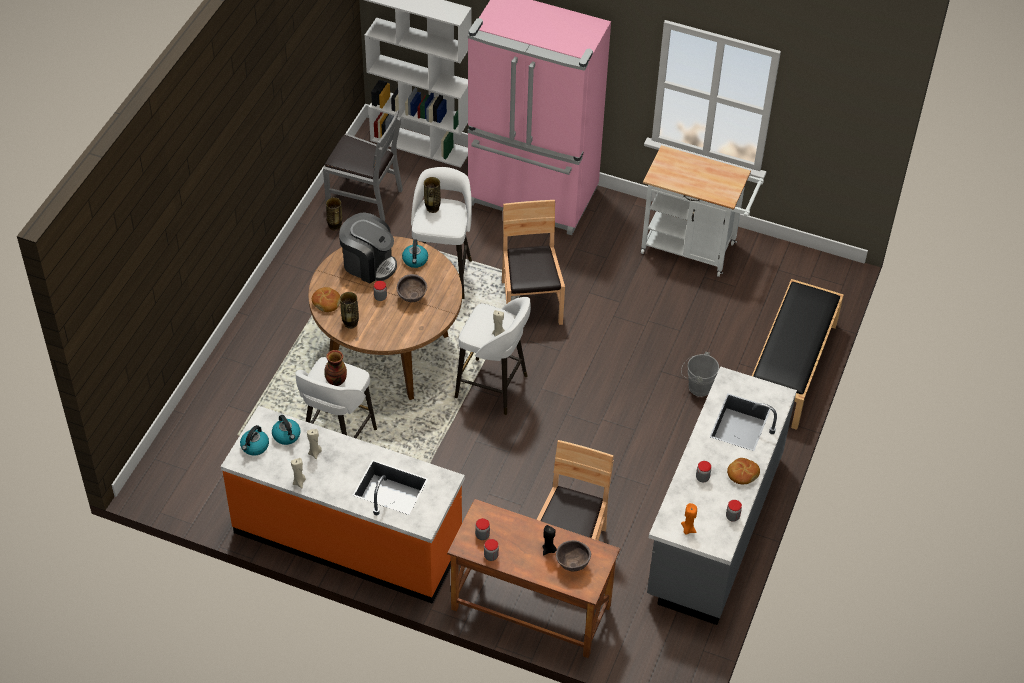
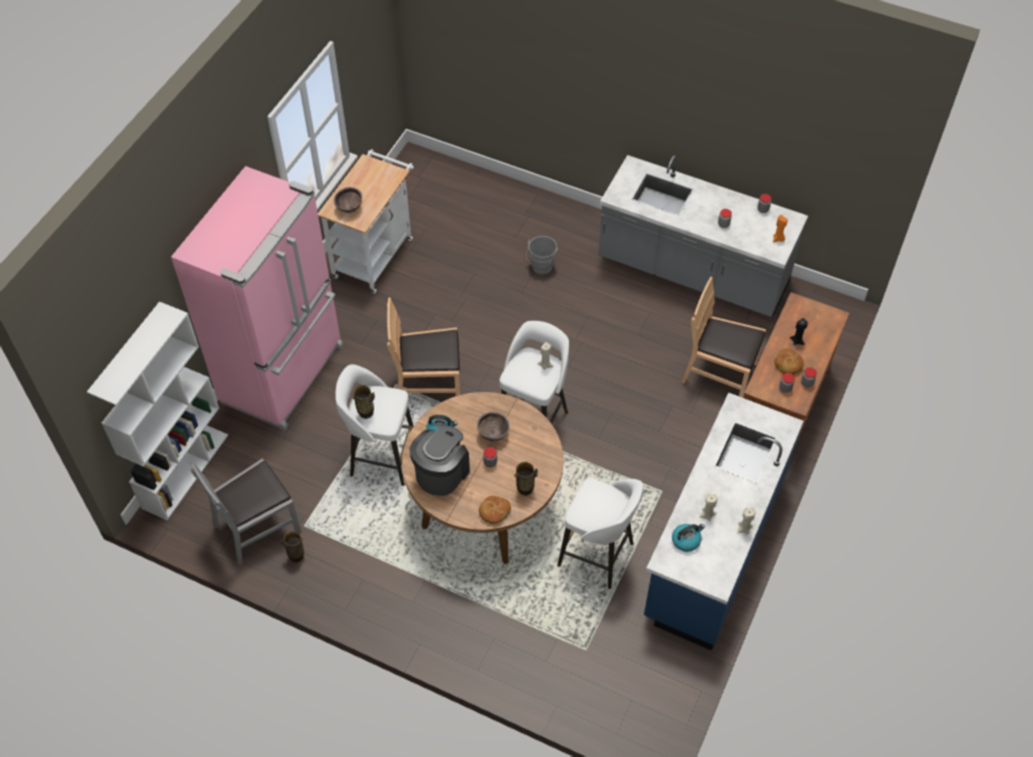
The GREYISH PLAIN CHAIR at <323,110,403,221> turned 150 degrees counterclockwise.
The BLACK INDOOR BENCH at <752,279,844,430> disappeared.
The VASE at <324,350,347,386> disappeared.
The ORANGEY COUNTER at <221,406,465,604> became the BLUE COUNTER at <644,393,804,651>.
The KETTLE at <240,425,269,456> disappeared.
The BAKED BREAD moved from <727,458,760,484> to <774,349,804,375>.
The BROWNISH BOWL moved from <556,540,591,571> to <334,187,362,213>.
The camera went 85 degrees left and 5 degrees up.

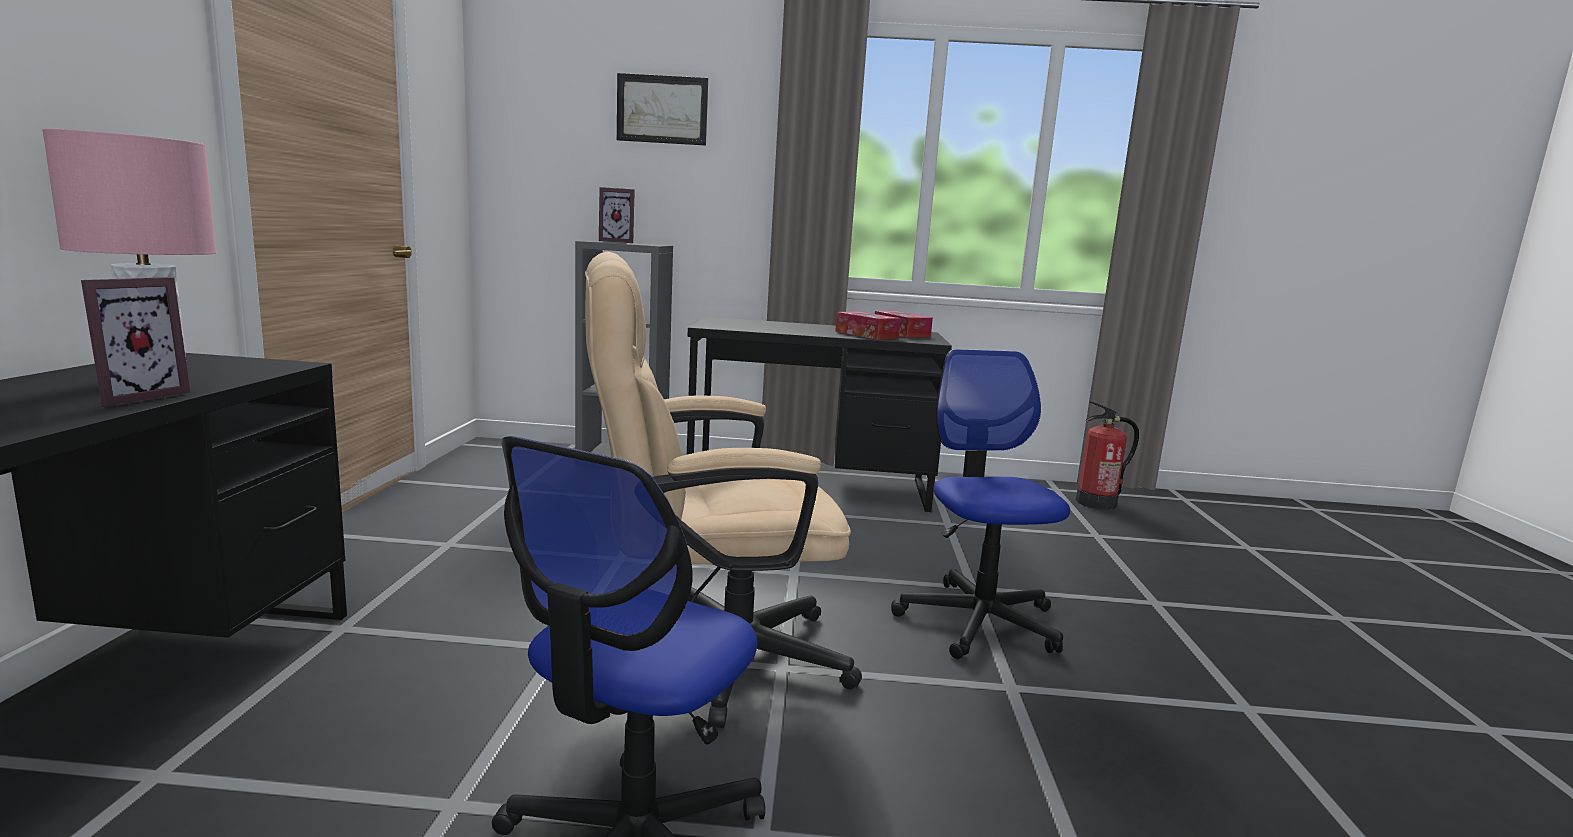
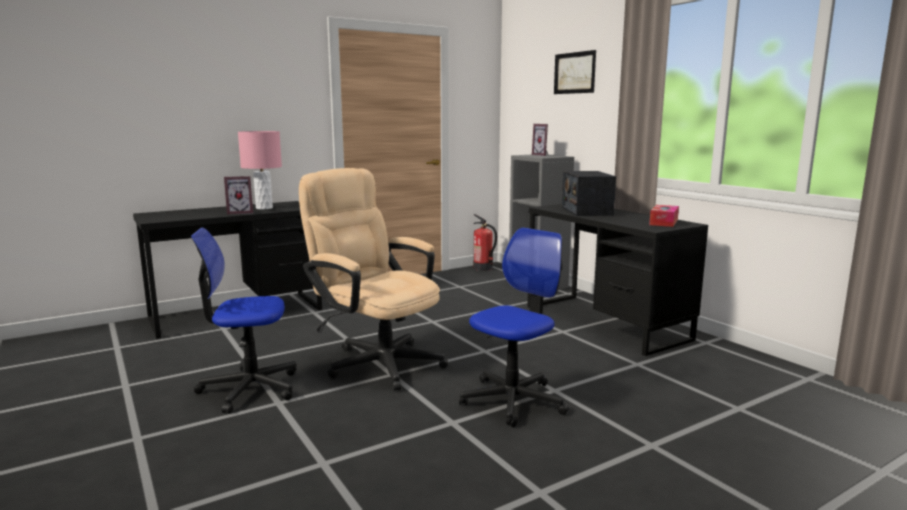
The TISSUE BOX at <835,311,901,340> disappeared.
The FIRE EXTINGUISHER moved from <1076,401,1139,510> to <473,214,497,271>.
The RADIO RECEIVER at <562,171,616,216> appeared.
The camera went 55 degrees right and 0 degrees up.

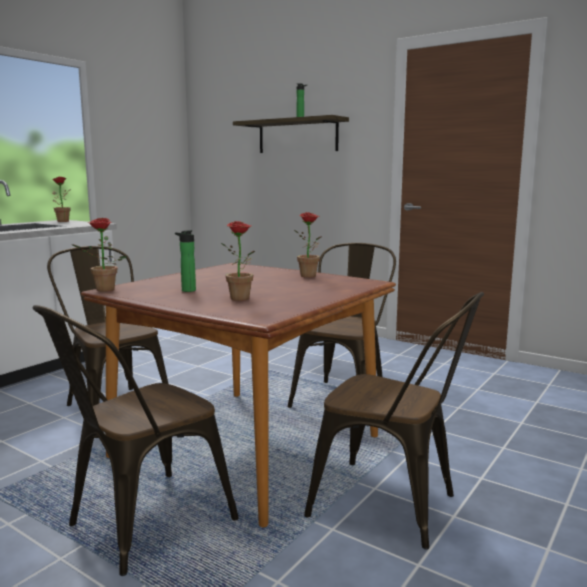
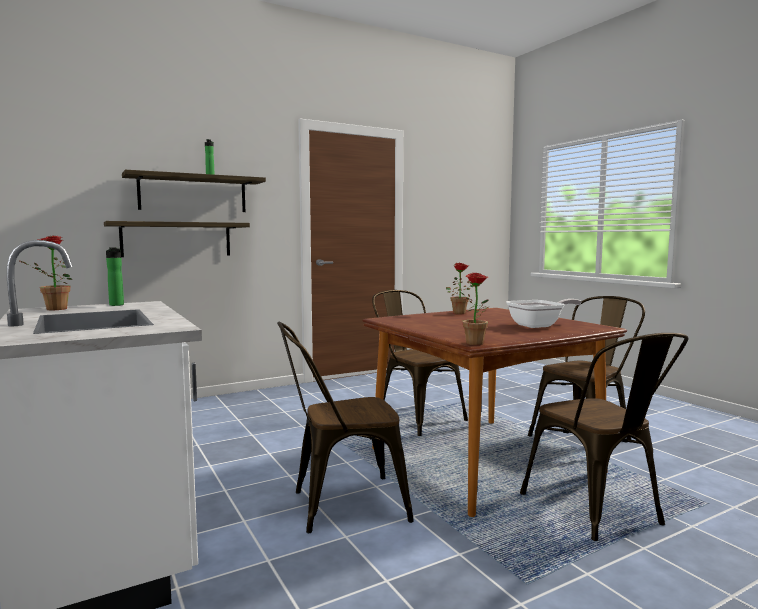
The POTTED PLANT at <221,221,255,301> was replaced by the PAN at <506,299,581,328>.
The DRINK BOTTLE moved from <175,230,196,292> to <106,247,124,306>.
The SHELF at <104,221,250,257> appeared.
The camera went 65 degrees left and 5 degrees down.

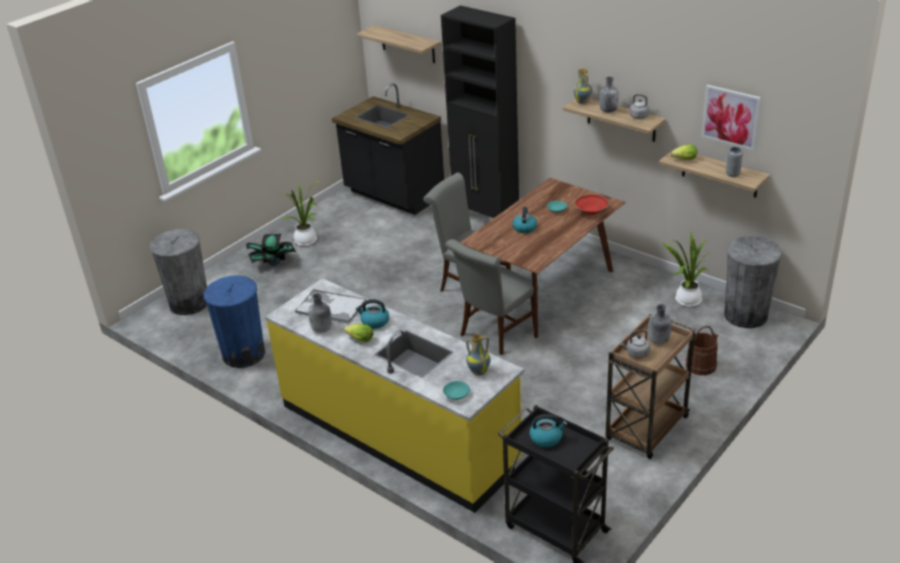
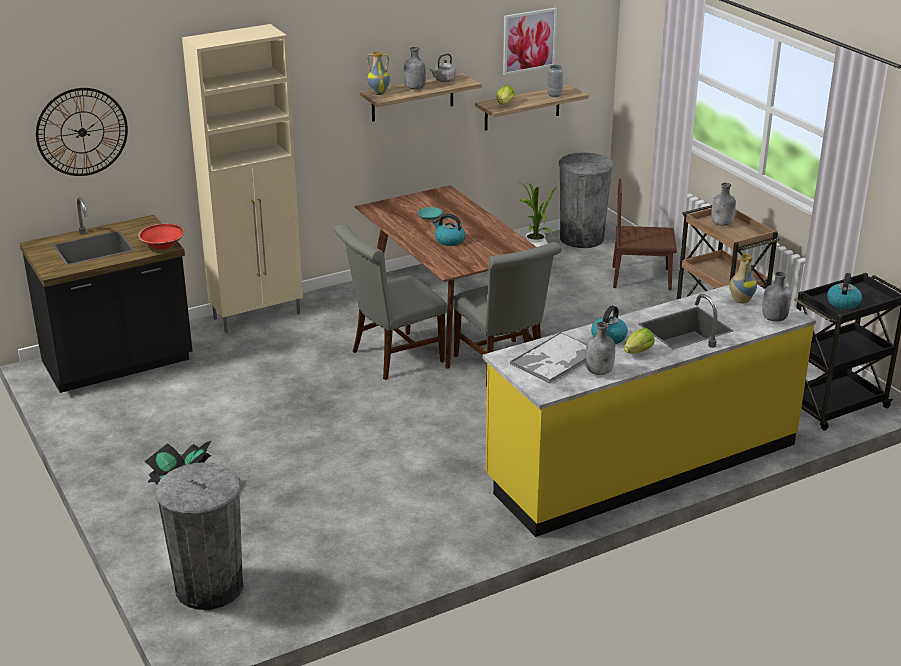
The BLACK CABINET at <441,5,519,218> became the BEIGE-COLOURED CABINET at <182,24,303,333>.
The SHELF at <356,25,441,63> was replaced by the WALL CLOCK at <36,88,128,176>.
The POTTED PLANT at <283,181,320,246> disappeared.
The RED BOWL moved from <574,194,609,215> to <138,223,185,250>.
The BLUE RUBBISH BIN at <203,275,265,368> disappeared.
The BROWNISH PAIL at <686,326,719,375> was replaced by the BROWNISH PLAIN CHAIR at <612,178,677,290>.
The GREYISH KETTLE at <621,330,650,358> disappeared.
The BLUE-GREEN BOWL at <443,381,470,400> was replaced by the GREYISH DRINK BOTTLE at <762,272,791,322>.
The camera went 70 degrees left and 5 degrees down.

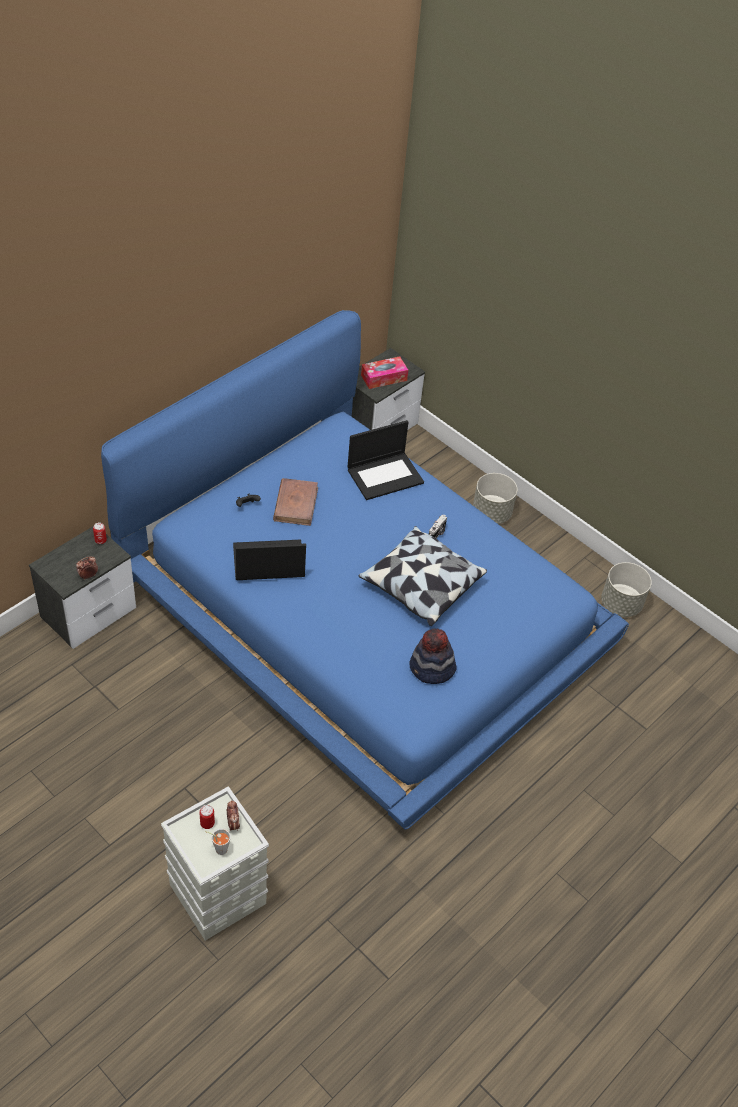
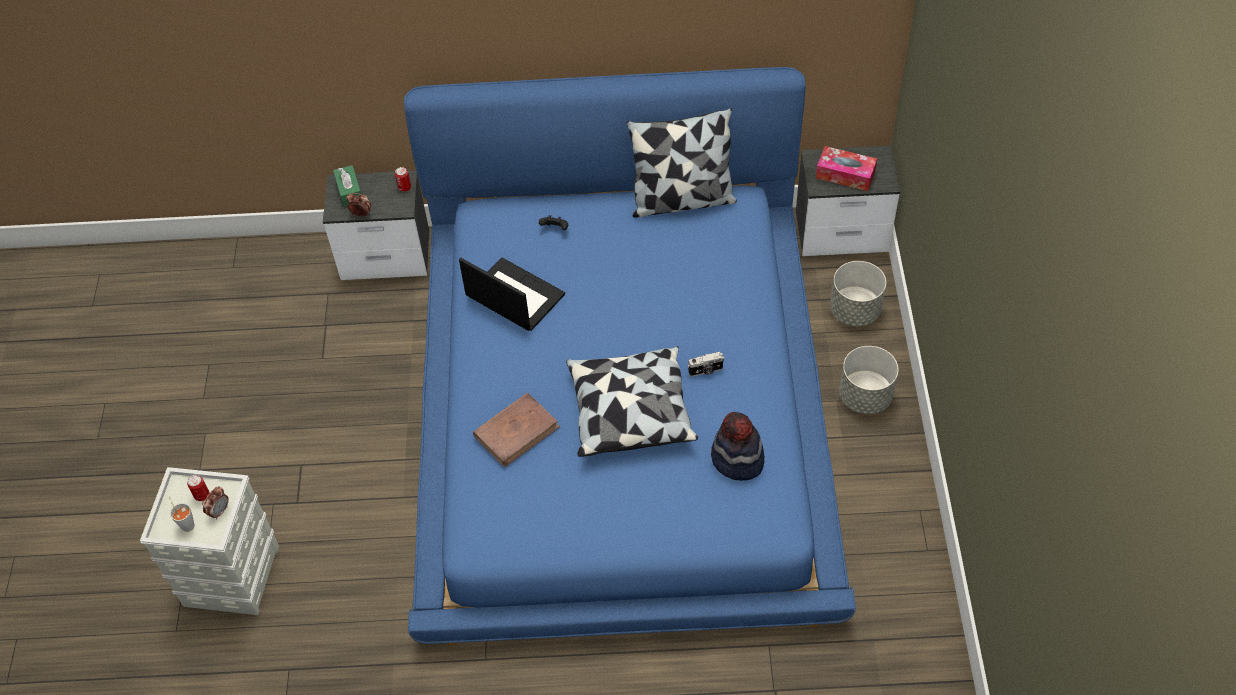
The PORTABLE COMPUTER at <348,420,424,500> disappeared.
The BROWNISH VOLUME moved from <273,478,318,526> to <473,393,560,468>.
The GREYISH PLANTER moved from <601,562,652,617> to <830,261,886,327>.
The WEARABLE HAT moved from <409,628,457,684> to <711,412,764,481>.
The PILLOW at <626,108,737,218> appeared.
The GREENISH TISSUE BOX at <333,165,361,207> appeared.
The camera went 50 degrees right and 5 degrees up.

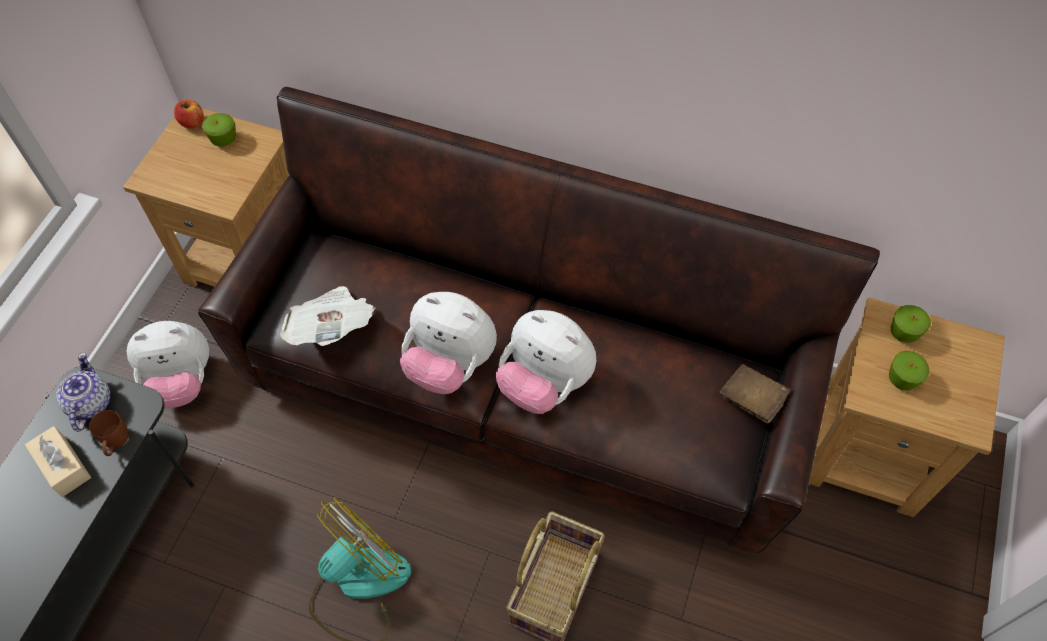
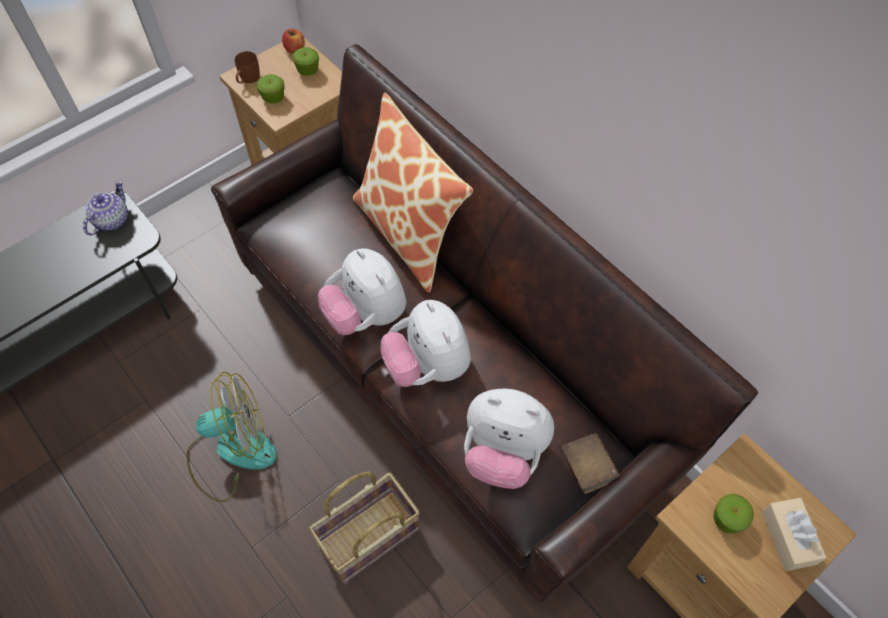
The DAILY PAPER at <280,286,376,346> disappeared.
The APPLE FRUIT moved from <891,305,931,343> to <257,74,285,103>.
The CUDDLY TOY moved from <127,321,209,408> to <464,389,554,489>.
The BROWNISH MUG moved from <89,410,129,456> to <235,51,260,83>.
The BEIGE-COLOURED TISSUE BOX moved from <25,426,91,497> to <762,498,826,571>.
The PILLOW at <353,93,473,293> appeared.
The camera went 30 degrees right and 0 degrees up.

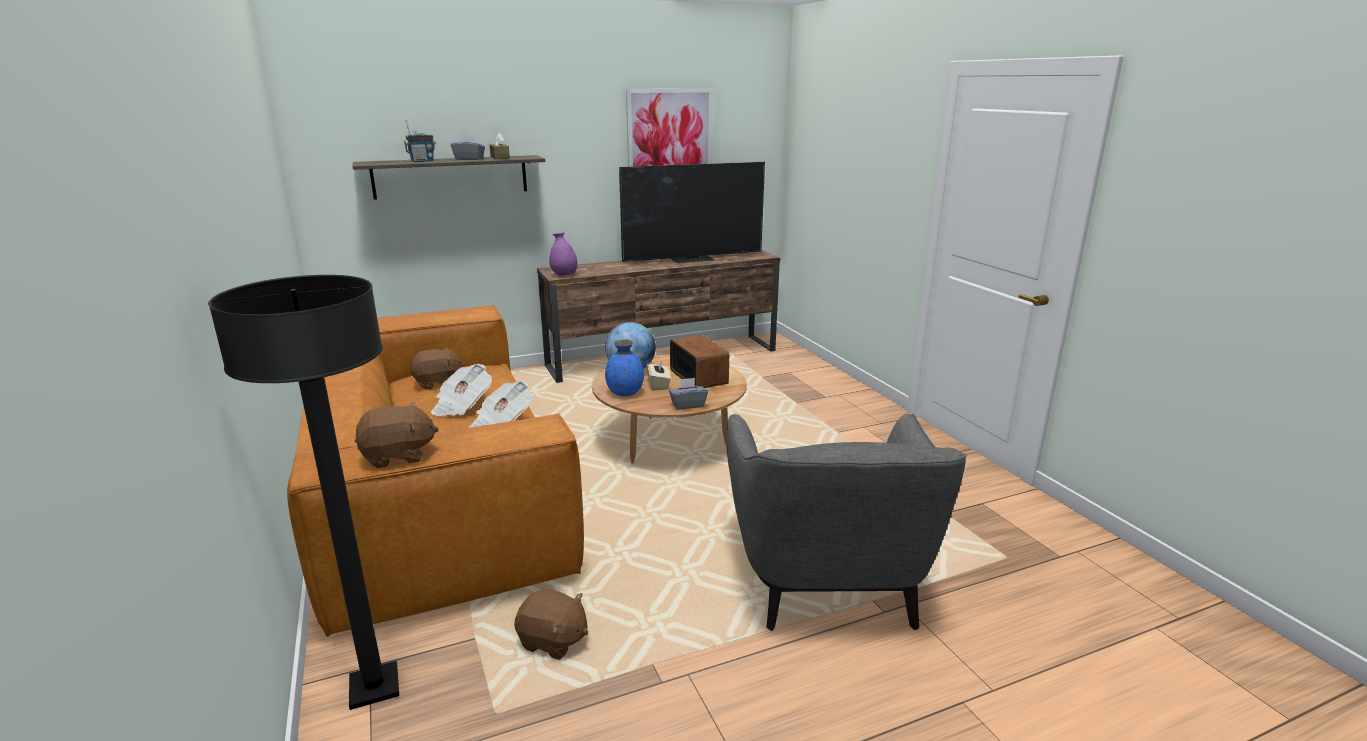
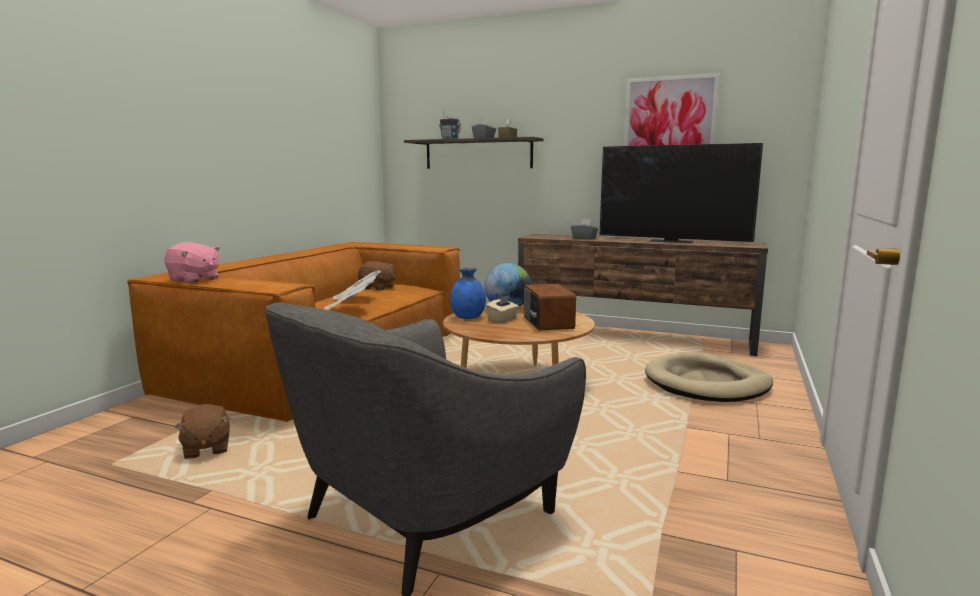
The PURPLE VASE at <549,232,577,276> disappeared.
The BLACK STANDING LAMP at <208,275,399,710> disappeared.
The RADIO RECEIVER at <670,335,729,388> turned 150 degrees clockwise.
The GREYISH TISSUE BOX moved from <669,378,708,410> to <571,219,598,239>.
The BROWNISH CUDDLY TOY at <355,402,439,468> became the PINKISH CUDDLY TOY at <164,242,220,283>.
The BEIGE-COLOURED DOG CUSHION at <645,352,773,402> appeared.
The camera went 45 degrees right and 10 degrees down.

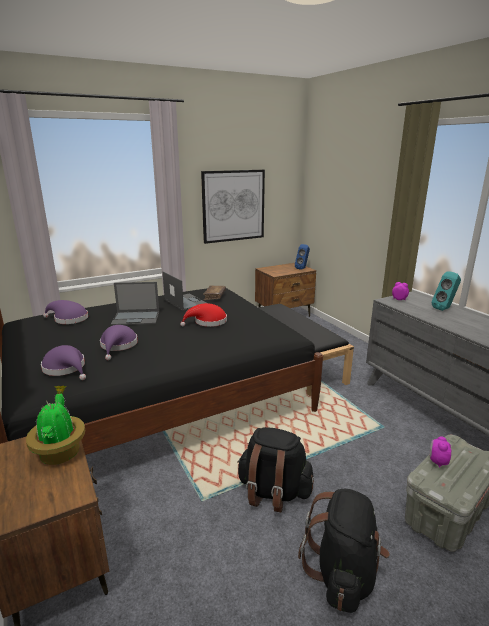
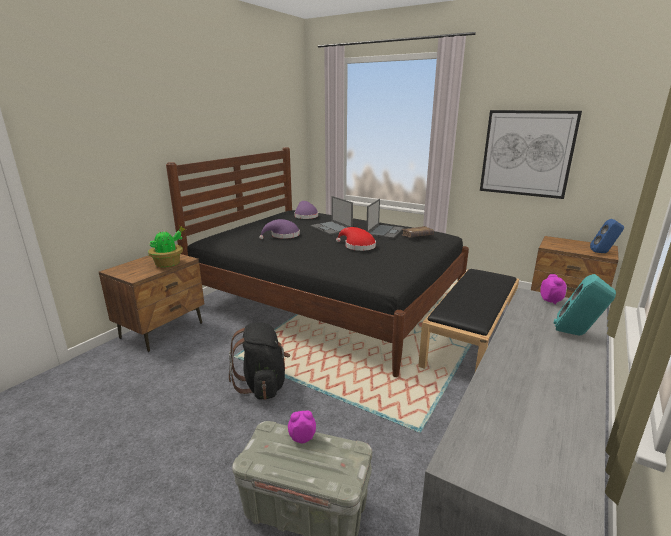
The PURPLE WEARABLE HAT at <41,345,86,380> disappeared.
The BLACK KNAPSACK at <298,489,390,613> disappeared.
The camera went 60 degrees right and 0 degrees up.

